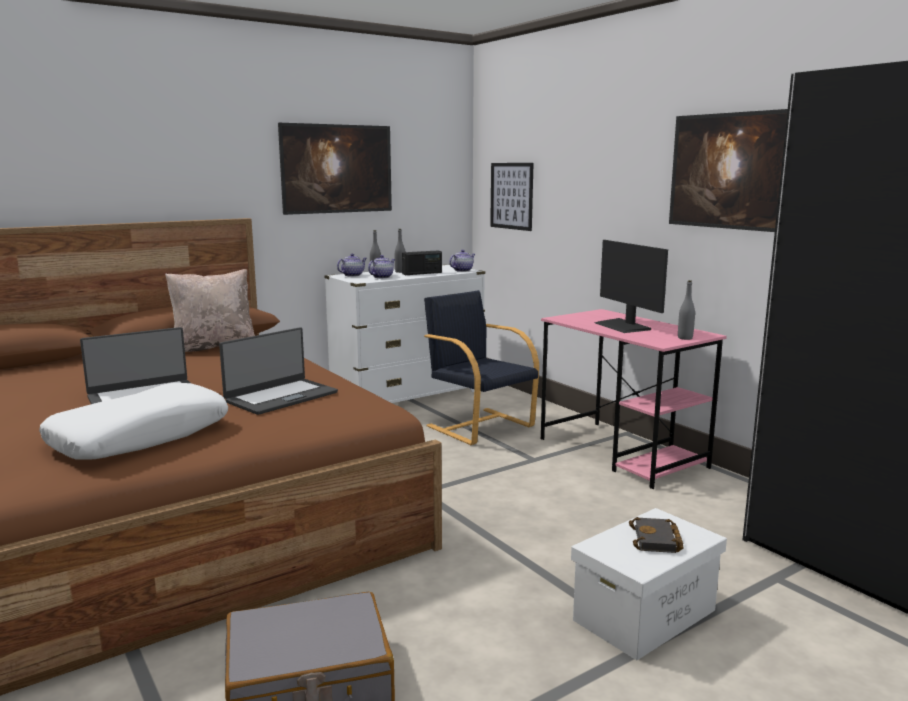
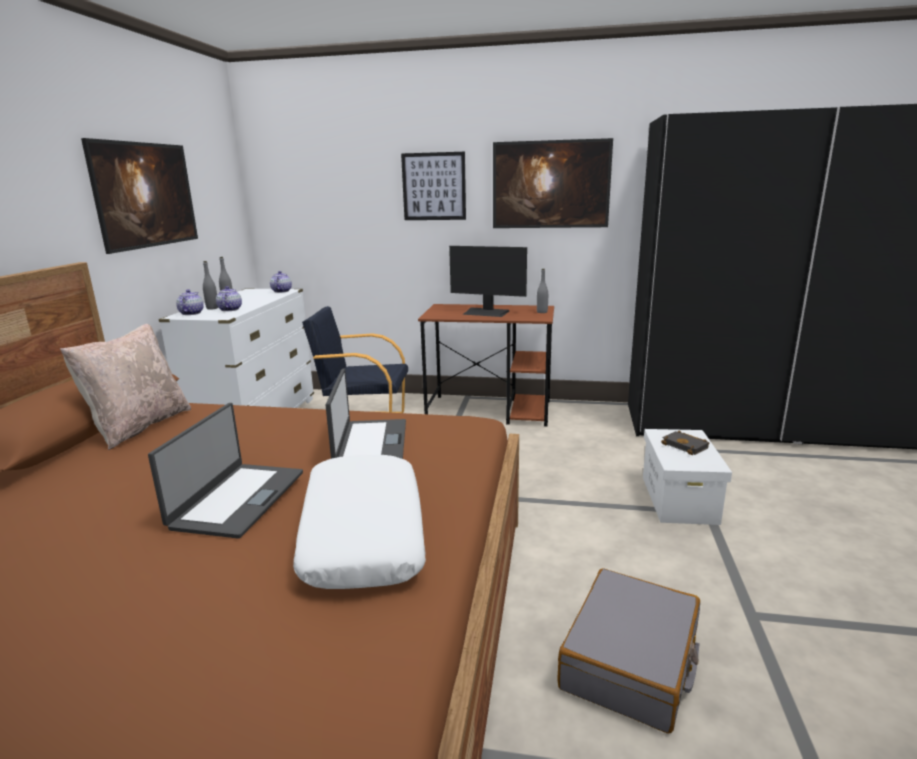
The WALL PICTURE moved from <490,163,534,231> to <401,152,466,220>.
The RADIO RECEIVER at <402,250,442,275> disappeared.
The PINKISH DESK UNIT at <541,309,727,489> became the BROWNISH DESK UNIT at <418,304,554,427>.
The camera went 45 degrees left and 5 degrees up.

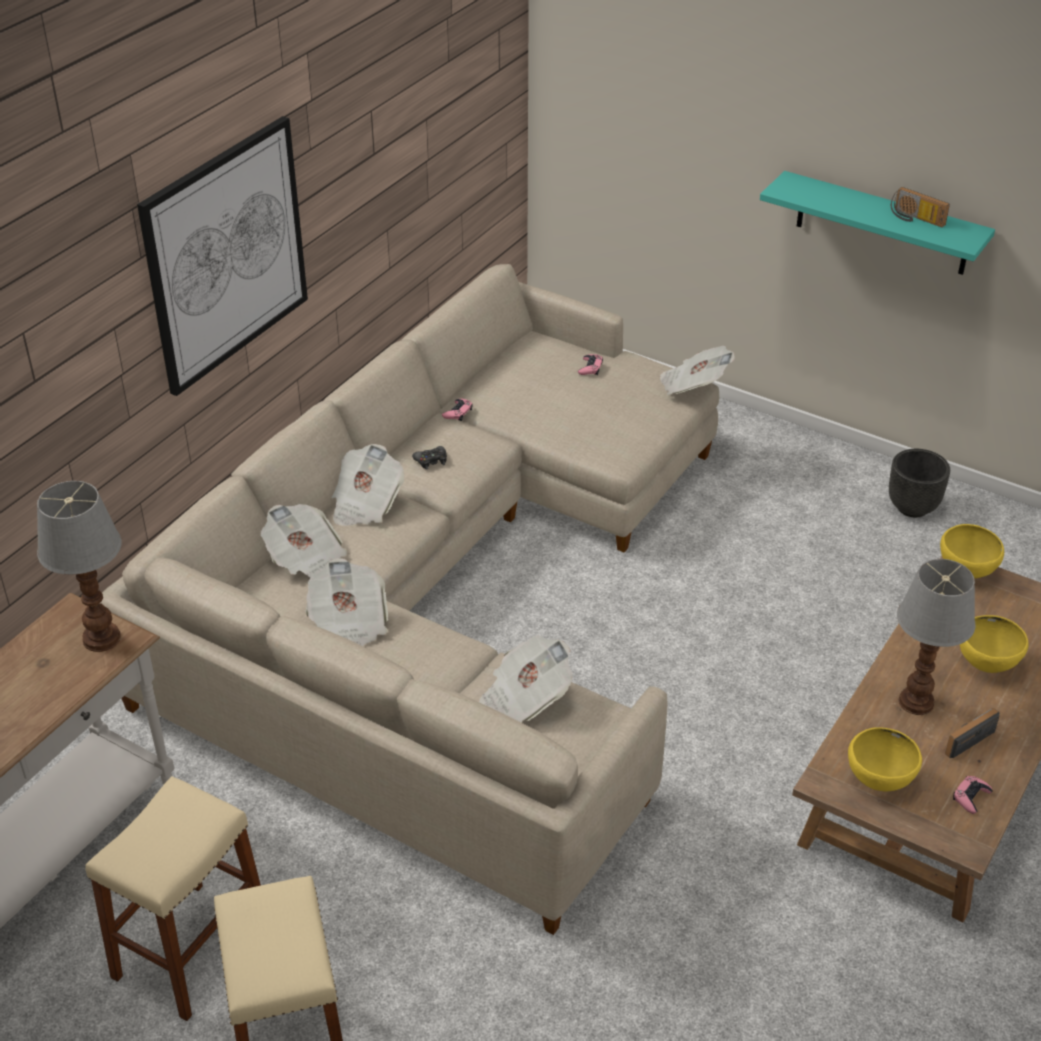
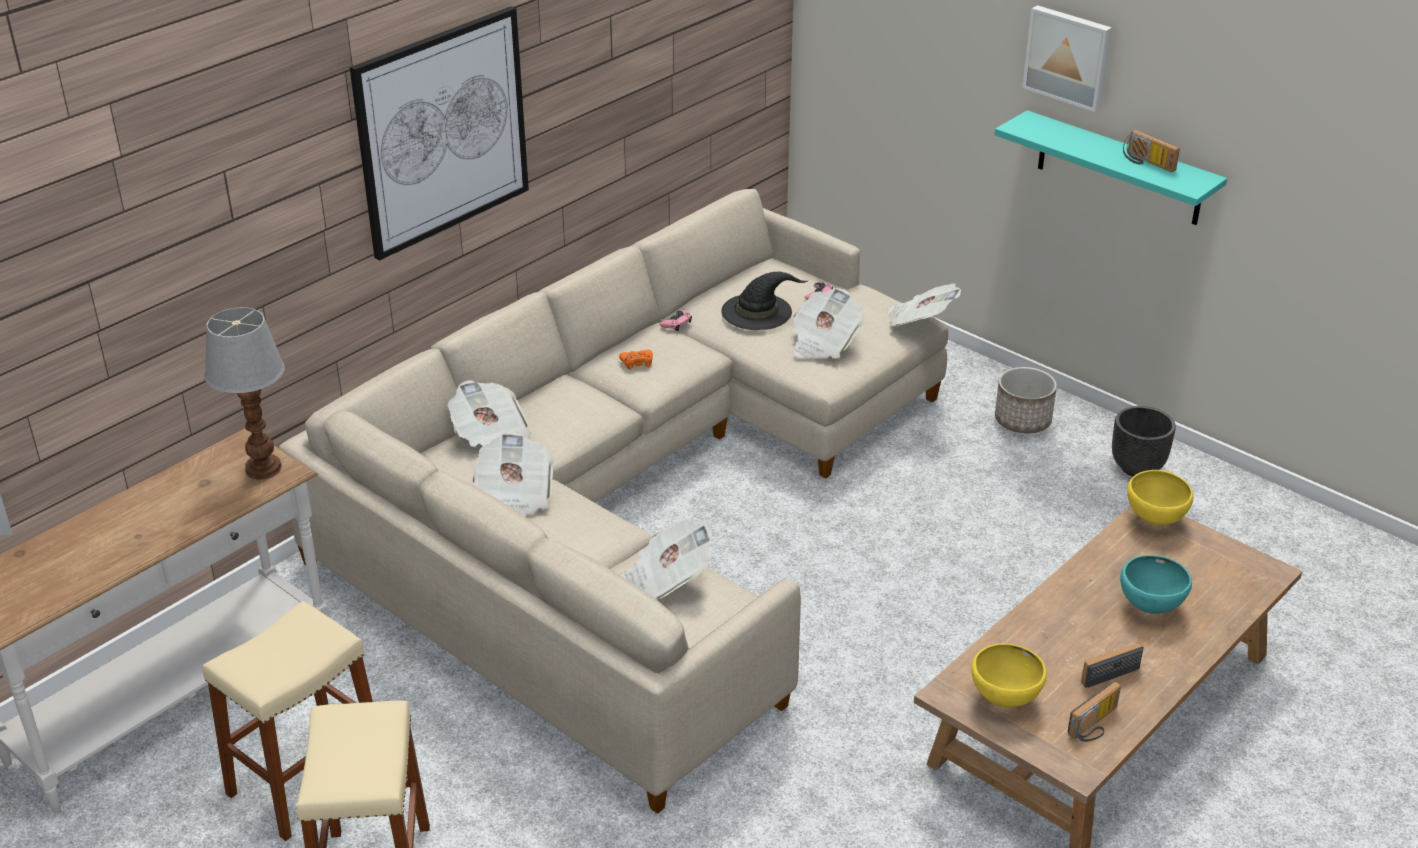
The DAILY PAPER moved from <332,444,405,526> to <792,288,864,359>.
The BLACK GAMEPAD at <412,446,447,470> became the ORANGEY GAMEPAD at <619,350,653,370>.
The TABLE LAMP at <897,559,976,715> disappeared.
The YELLOW BOWL at <960,615,1029,673> became the BLUE-GREEN BOWL at <1120,555,1192,614>.
The PINKISH GAMEPAD at <953,776,993,814> was replaced by the RADIO RECEIVER at <1068,681,1121,742>.
The WALL PICTURE at <1022,5,1112,112> appeared.
The BLACK WEARABLE HAT at <721,271,808,330> appeared.
The PLANTER at <995,367,1057,433> appeared.
The camera went 10 degrees right and 5 degrees down.

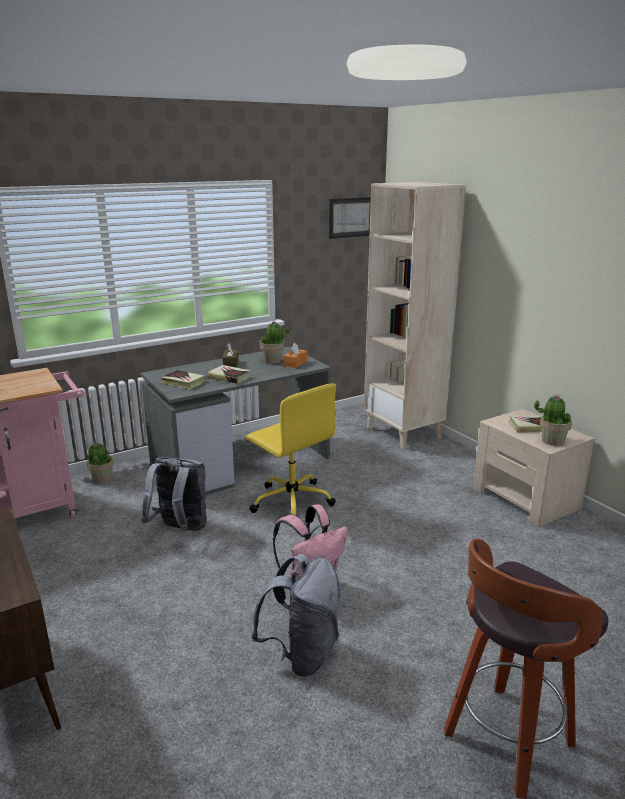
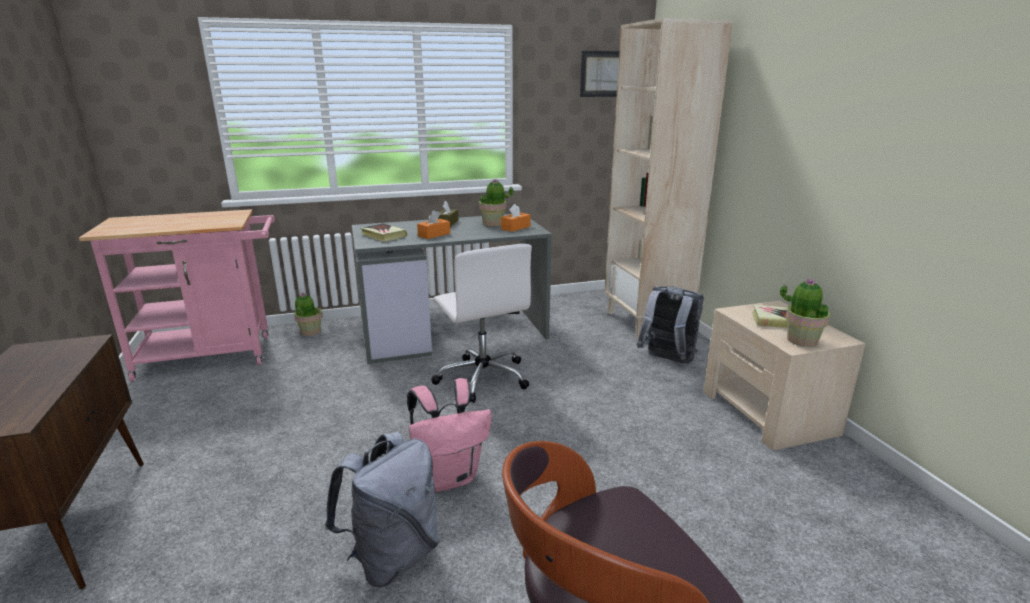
The VOLUME at <207,365,251,384> was replaced by the ORANGEY TISSUE BOX at <417,210,450,239>.
The YELLOW OFFICE CHAIR at <246,384,336,515> became the WHITE-COLOURED OFFICE CHAIR at <432,244,532,403>.
The GREYISH KNAPSACK moved from <142,458,207,532> to <636,286,704,363>.
The camera went 15 degrees right and 0 degrees up.

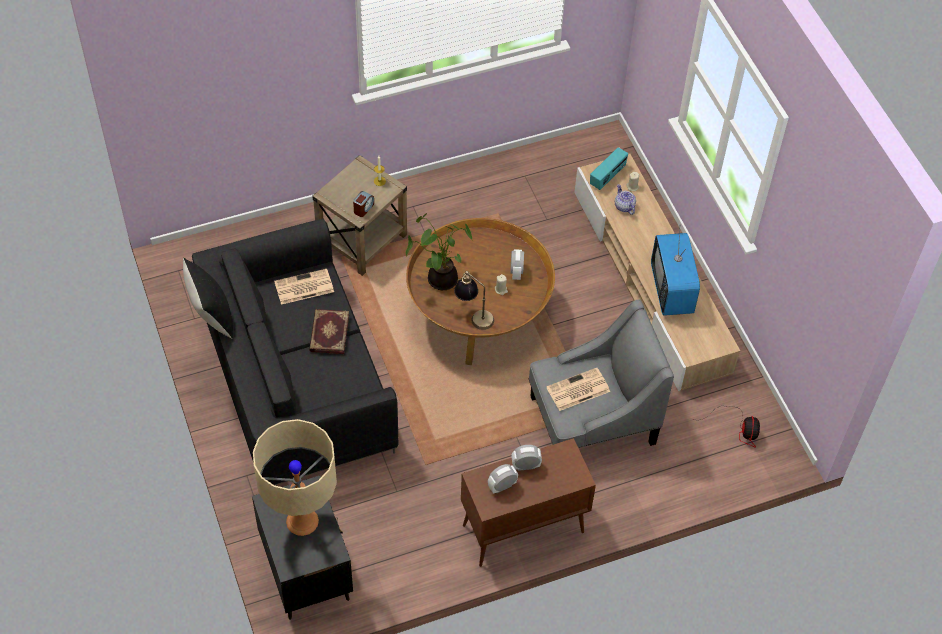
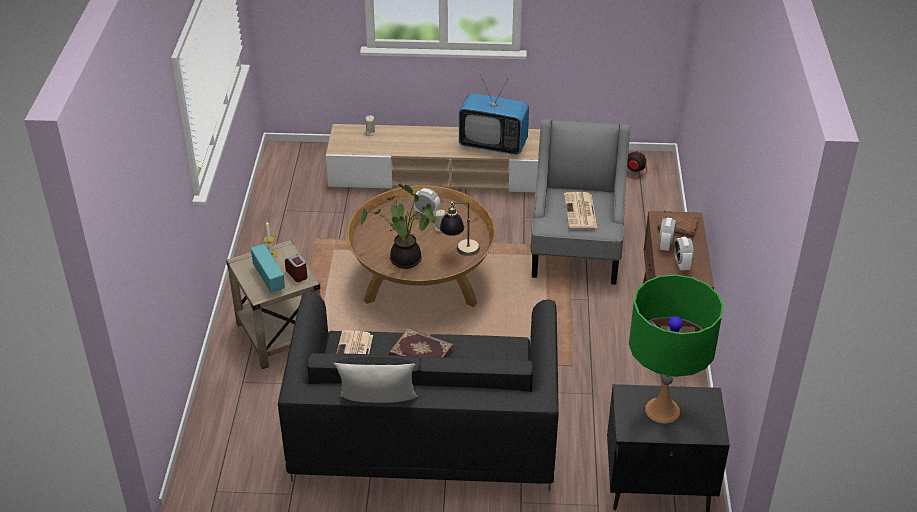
The RADIO RECEIVER moved from <590,147,628,190> to <251,244,285,292>.
The POT FOR TEA at <615,184,636,215> disappeared.
The BEIGE-COLOURED TABLE LAMP at <253,419,337,536> became the GREENISH TABLE LAMP at <629,274,724,424>.
The BROWNISH VOLUME at <658,210,699,237> appeared.
The camera went 65 degrees left and 15 degrees down.

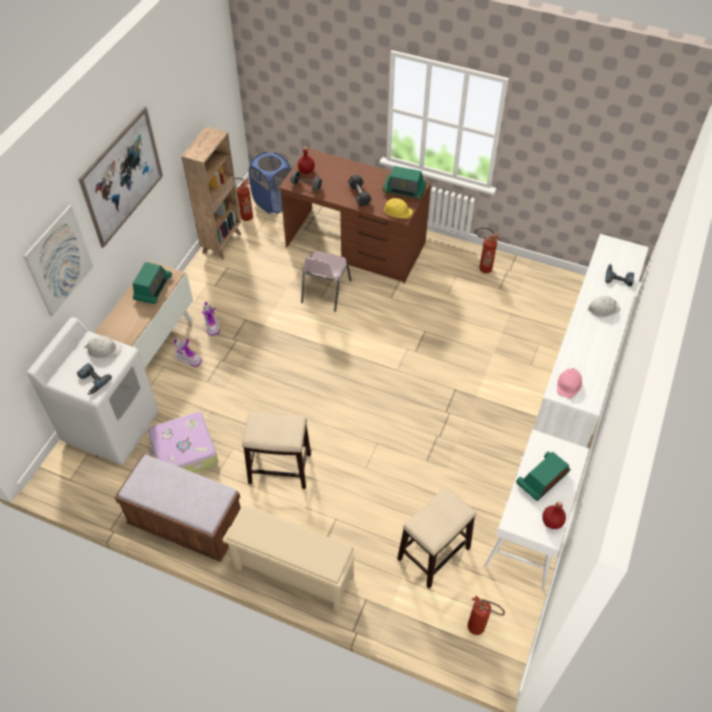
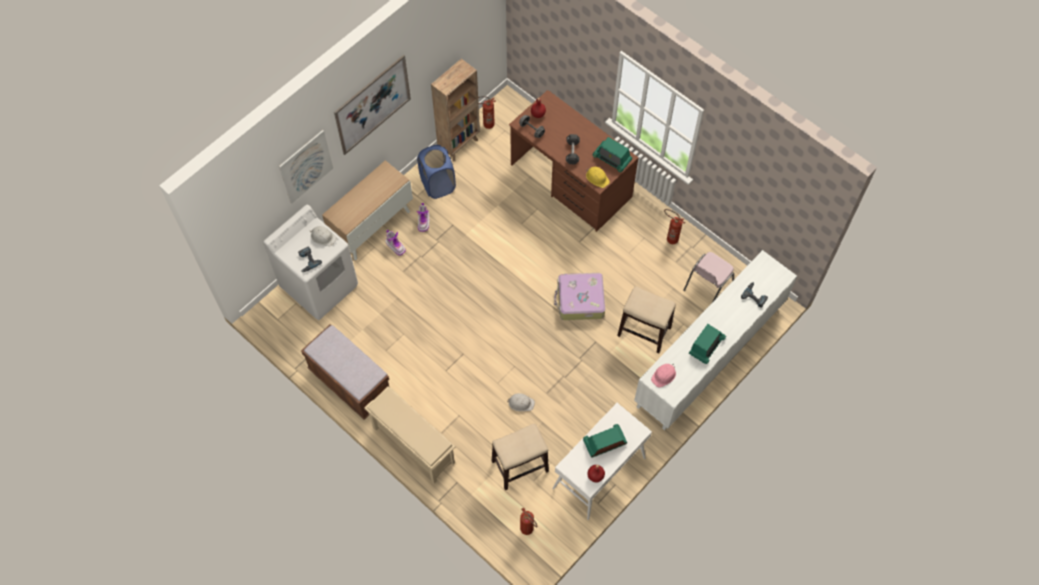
The BLUE HAMPER moved from <249,152,291,214> to <417,145,456,199>.
The PINKISH PLAIN CHAIR moved from <301,251,352,312> to <683,252,734,302>.
The RADIO RECEIVER moved from <133,262,172,304> to <689,324,726,364>.
The WHITE-COLOURED WORK HELMET moved from <588,296,621,317> to <507,393,535,411>.
The SITTING STOOL moved from <242,411,311,489> to <617,286,676,354>.
The TRAVEL CASE moved from <147,412,218,473> to <554,273,605,320>.
The camera went 20 degrees right and 10 degrees up.

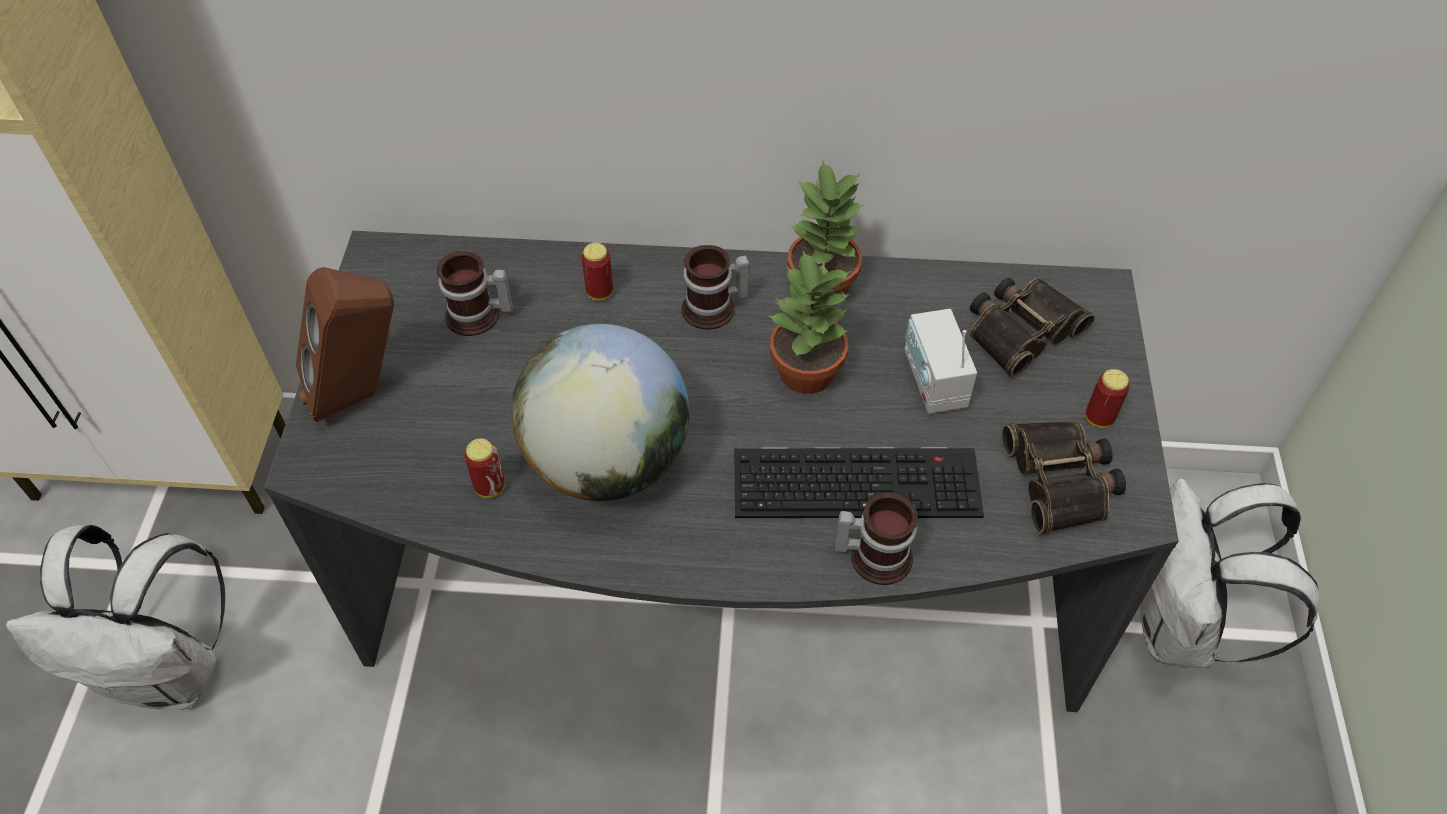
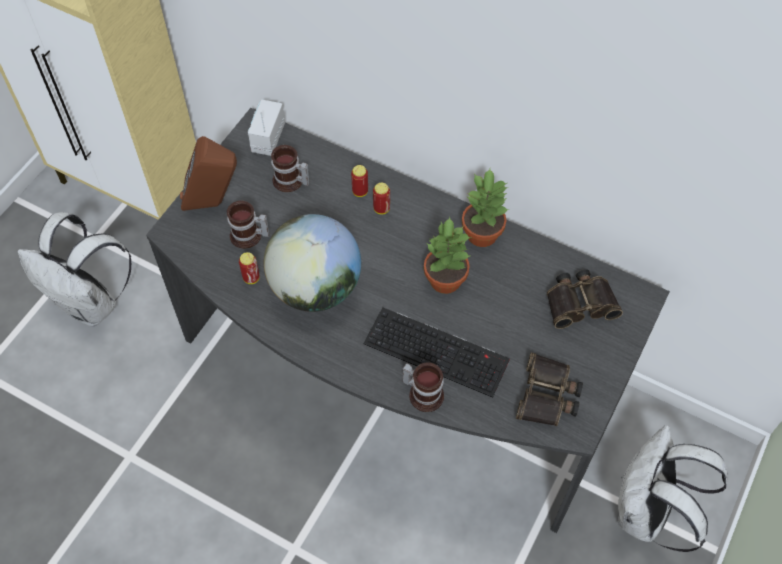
The MUG moved from <682,245,750,330> to <227,201,270,249>.
The RADIO RECEIVER moved from <905,309,977,414> to <248,100,285,156>.
The CAN moved from <1085,369,1130,428> to <373,182,390,214>.
The camera went 25 degrees right and 5 degrees up.

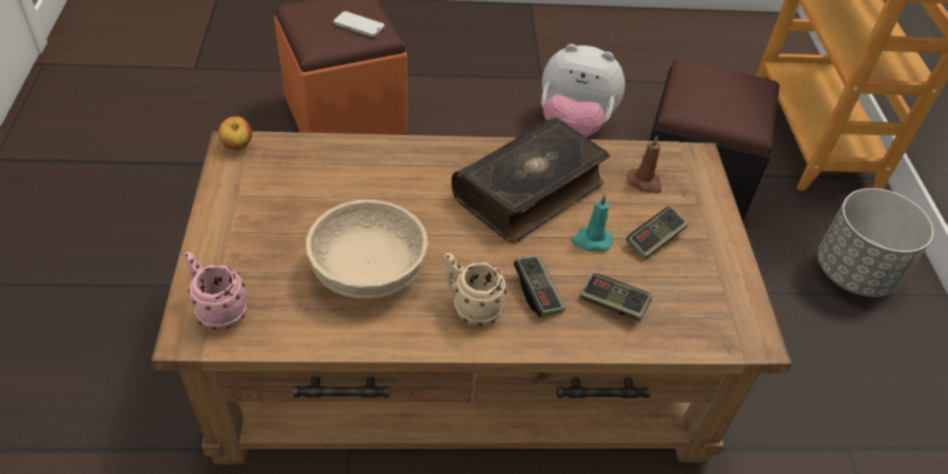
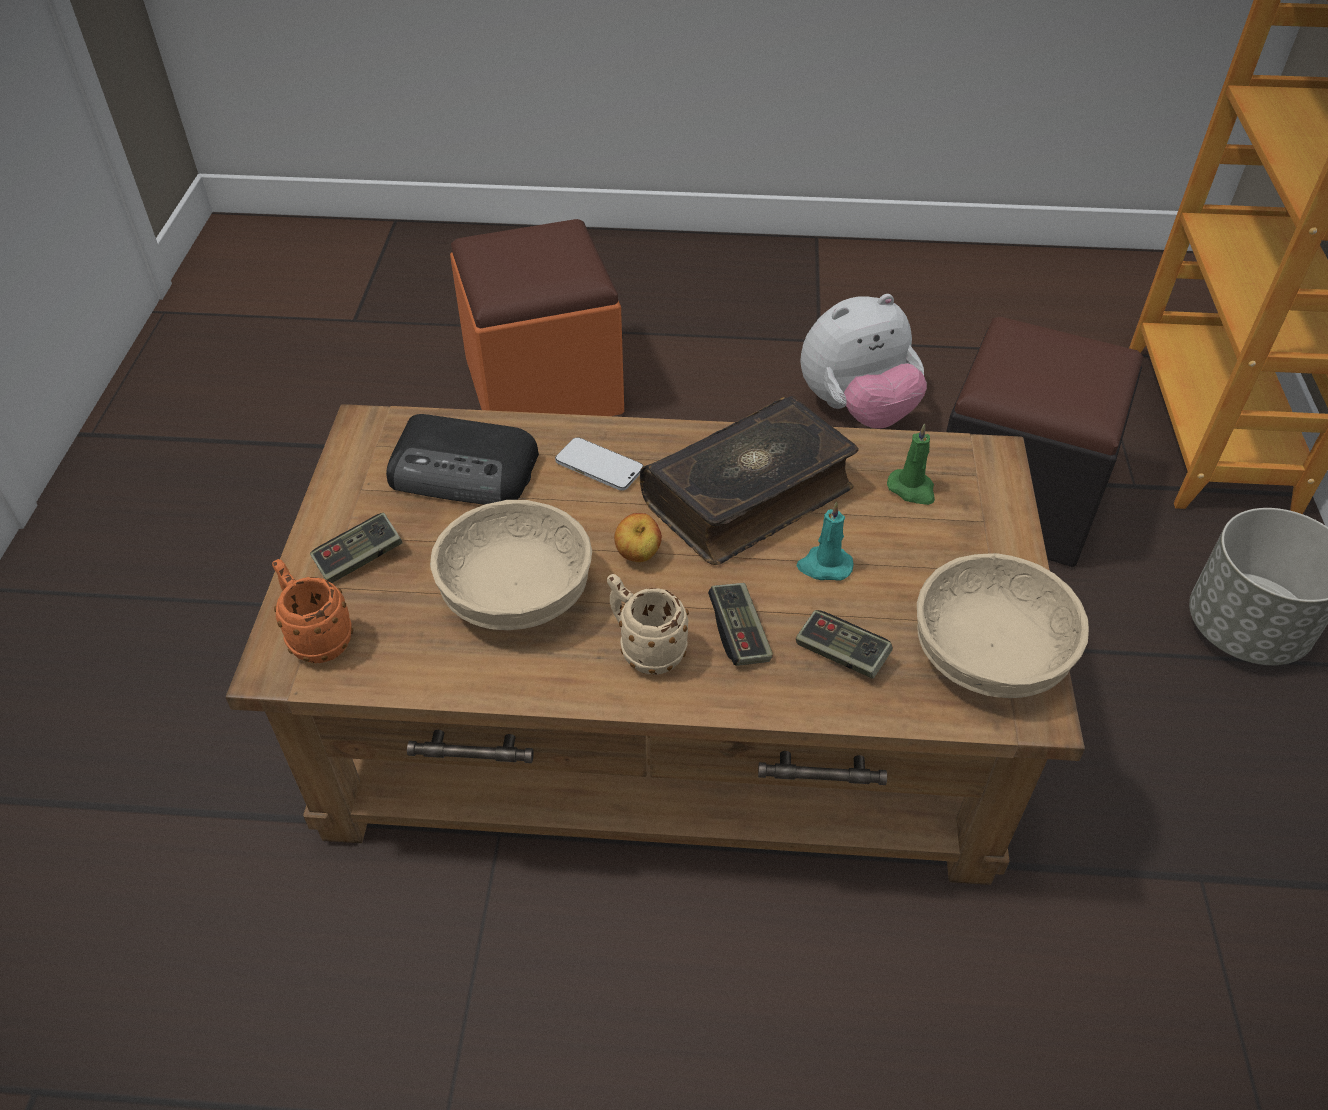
The PHONE moved from <333,11,385,37> to <555,437,643,491>.
The CUDDLY TOY at <541,44,625,138> turned 45 degrees counterclockwise.
The APPLE FRUIT moved from <218,116,252,150> to <614,513,662,562>.
The BROWNISH WAX CANDLE at <627,135,662,194> became the GREENISH WAX CANDLE at <887,424,935,505>.
The GAMEPAD moved from <626,206,689,260> to <310,513,403,583>.
The PINKISH MUG at <184,252,248,331> became the ORANGEY MUG at <272,559,353,663>.
The RADIO RECEIVER at <386,414,539,505> appeared.
The BEIGE-COLOURED BOWL at <917,553,1089,698> appeared.
The camera went 10 degrees right and 0 degrees up.

